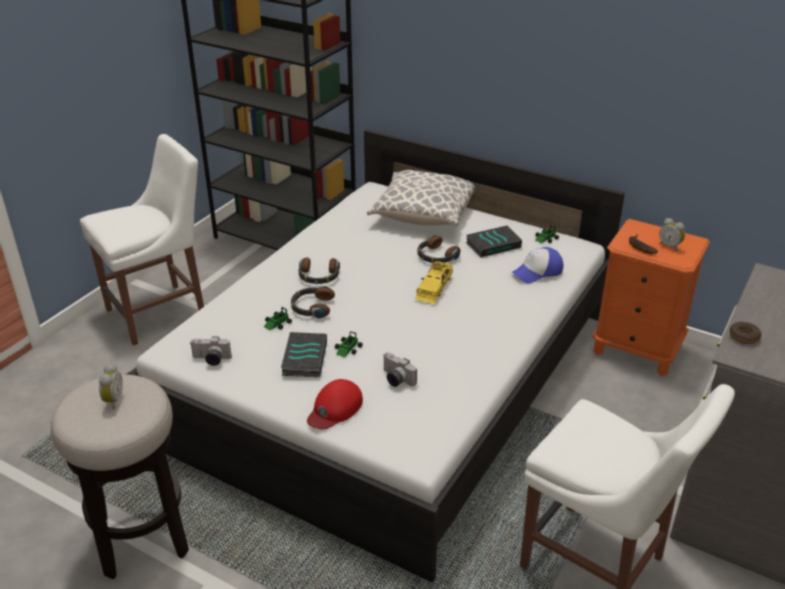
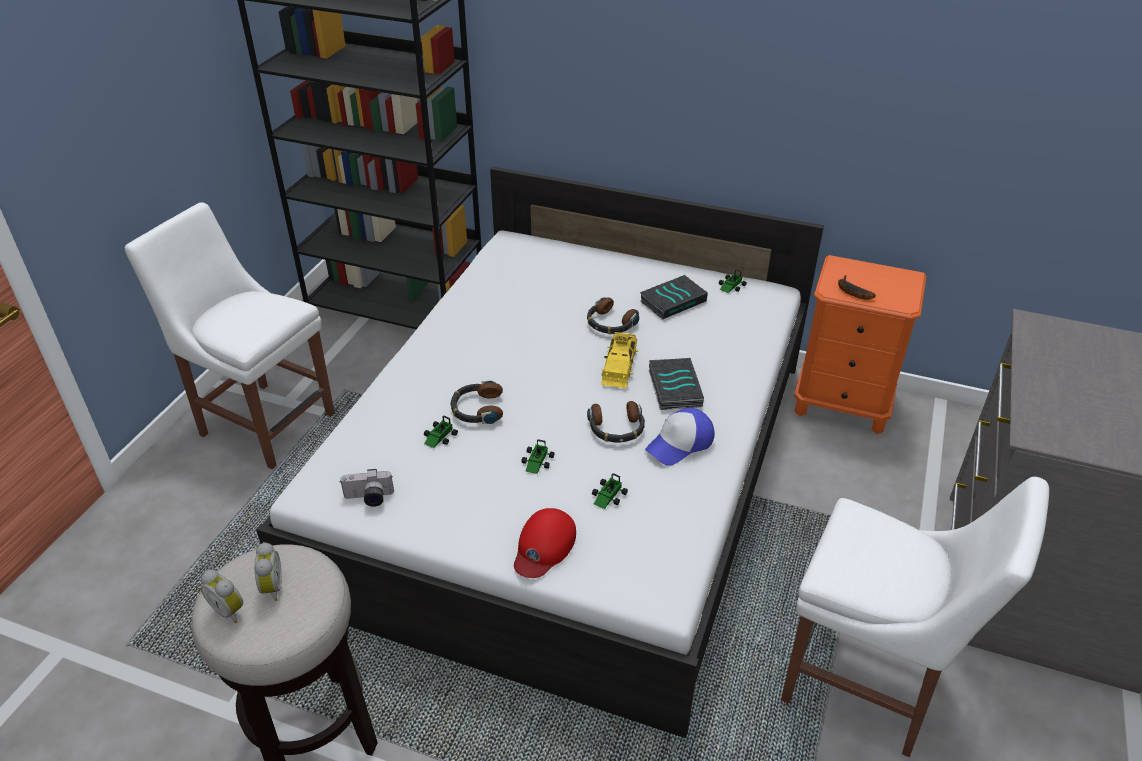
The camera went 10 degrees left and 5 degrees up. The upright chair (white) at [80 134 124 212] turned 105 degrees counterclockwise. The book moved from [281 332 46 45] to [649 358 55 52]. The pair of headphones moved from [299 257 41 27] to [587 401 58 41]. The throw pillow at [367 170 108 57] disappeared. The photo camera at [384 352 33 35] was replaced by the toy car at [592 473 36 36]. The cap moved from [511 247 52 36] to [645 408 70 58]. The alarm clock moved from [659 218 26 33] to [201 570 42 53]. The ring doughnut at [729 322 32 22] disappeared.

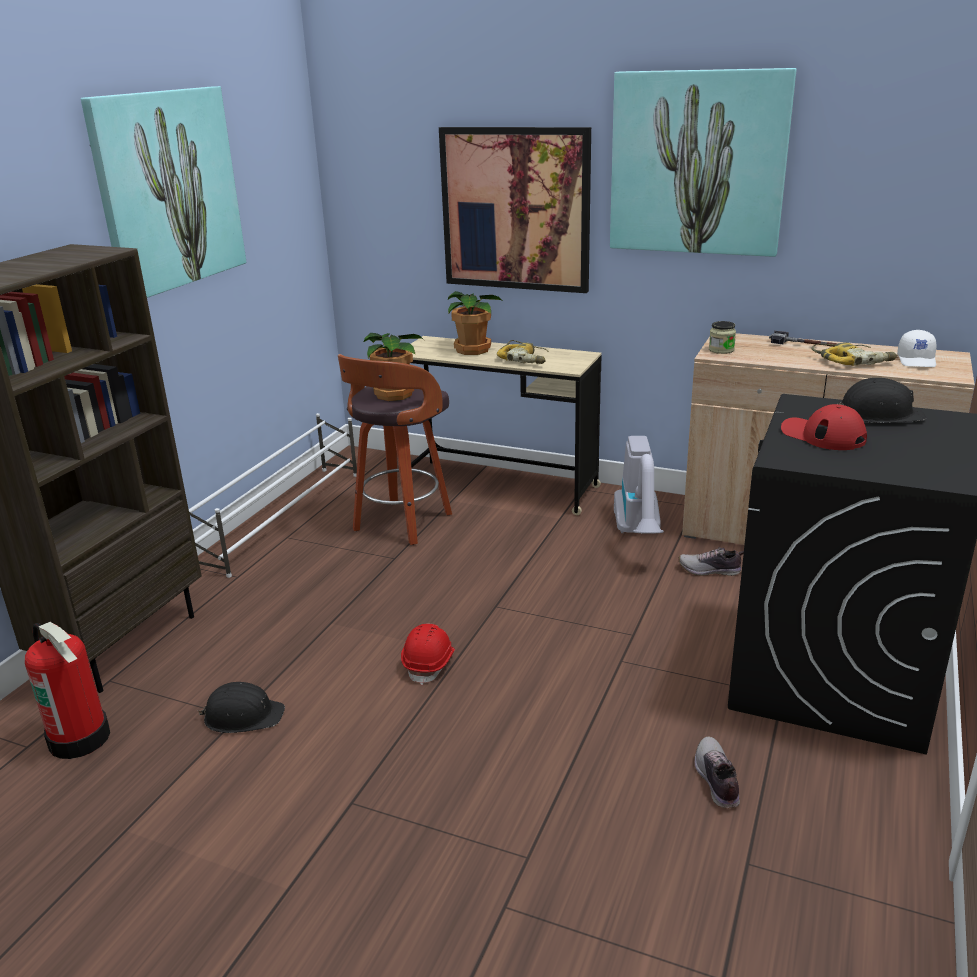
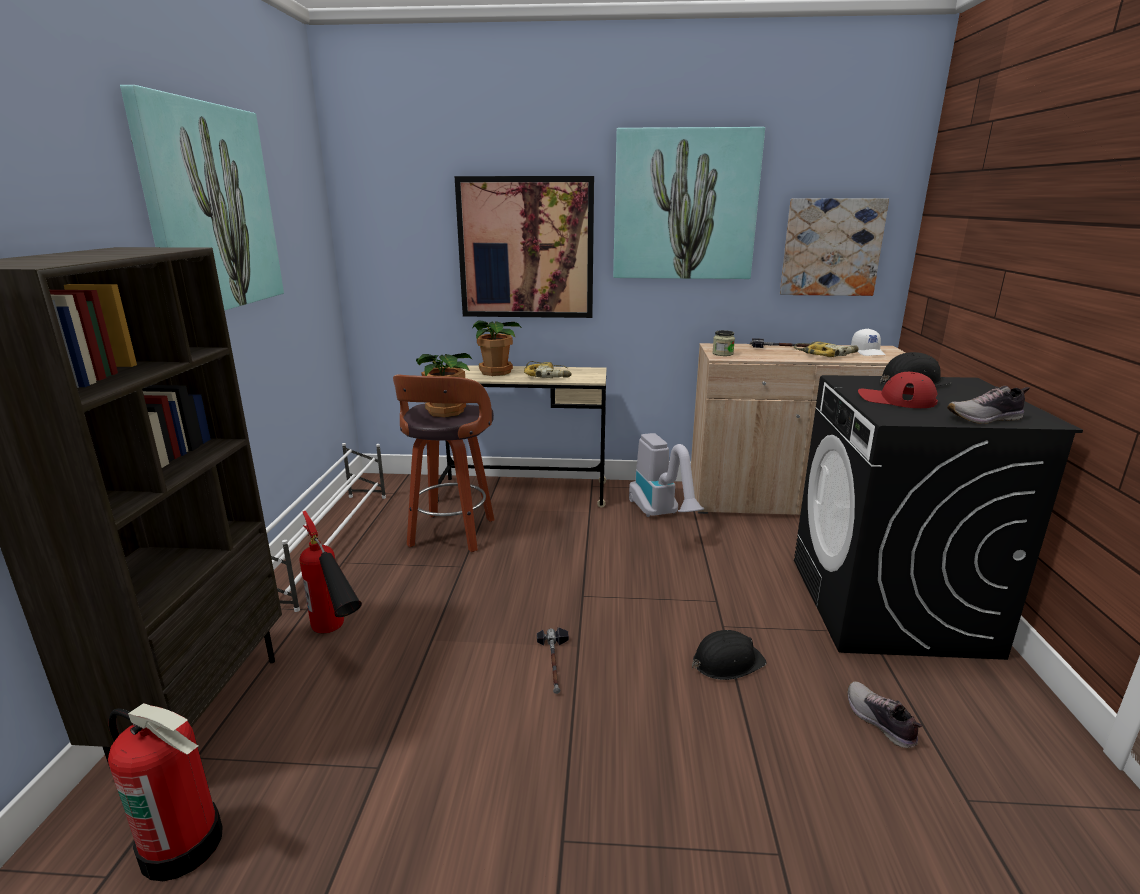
The camera went 20 degrees left and 5 degrees down. The safety helmet (black) moved from [198 682 87 51] to [692 630 74 50]. The safety helmet (red) at [401 624 54 61] was replaced by the hammer at [537 627 32 67]. The low shoe moved from [679 547 65 29] to [947 386 83 38]. The extinguisher at [300 511 62 122] appeared. The wall art at [780 199 109 97] appeared.

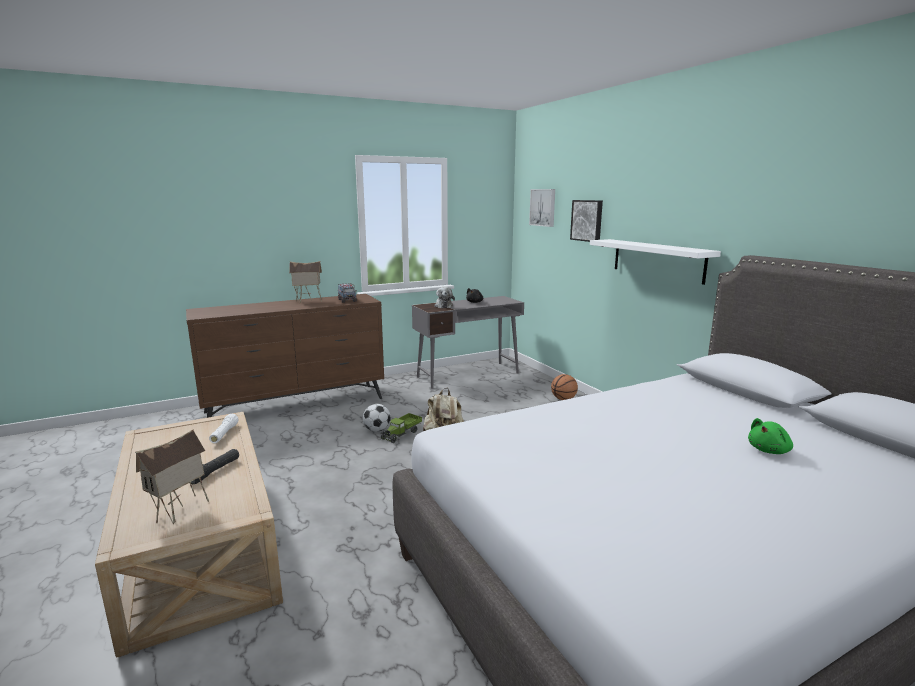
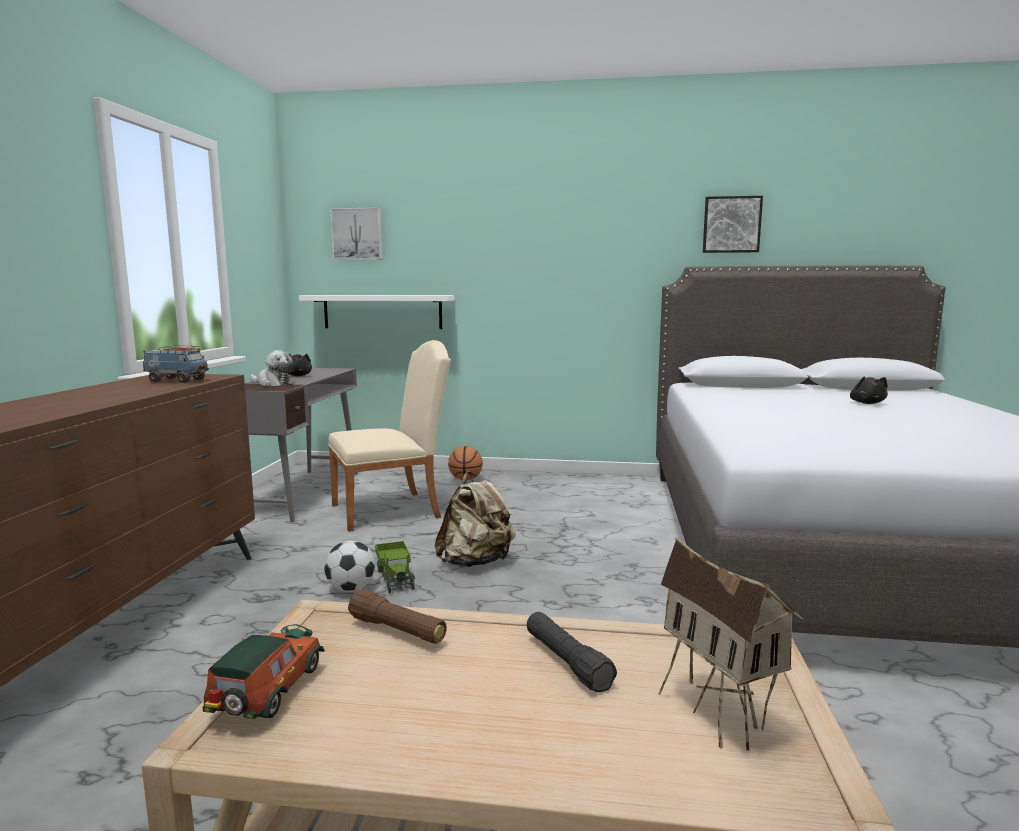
The camera went 55 degrees left and 5 degrees down. The hand torch (white) at [209 414 29 29] became the hand torch (brown) at [348 589 99 55]. The miniature house at [289 261 33 42] disappeared. The wall art moved from [570 200 33 42] to [703 196 60 57]. The wall shelf (white) moved from [590 239 131 46] to [299 295 155 34]. The plush toy (green) at [748 418 45 36] became the plush toy (black) at [850 376 38 28]. The toy car at [203 624 122 95] appeared. The upright chair (beige-coloured) at [328 340 123 192] appeared.

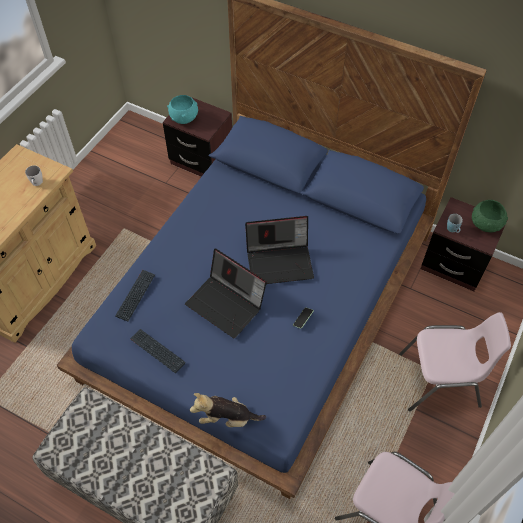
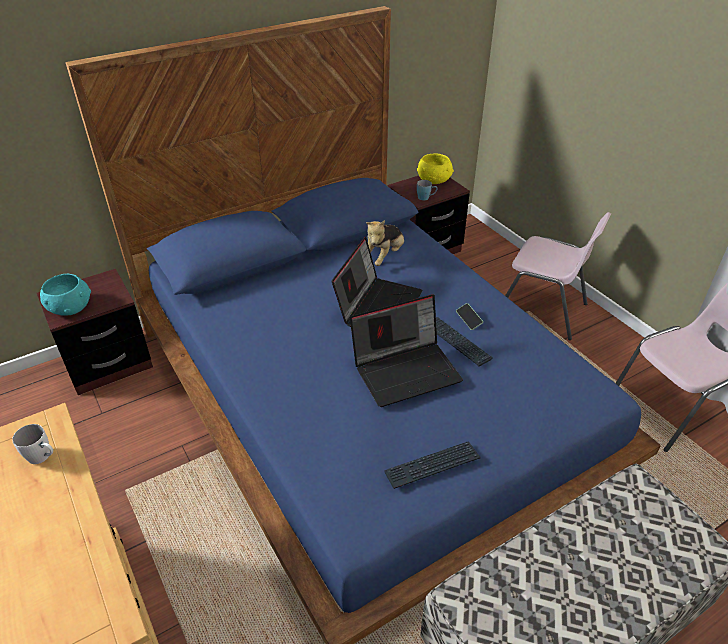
The camera went 60 degrees left and 15 degrees down. The computer keyboard moved from [115 270 40 51] to [436 317 57 49]. The plush toy moved from [190 393 76 34] to [366 220 38 46]. The upright chair (pinkish) at [399 312 112 100] turned 90 degrees clockwise. The bowl (green) at [472 200 36 32] became the bowl (yellow) at [417 153 37 31].

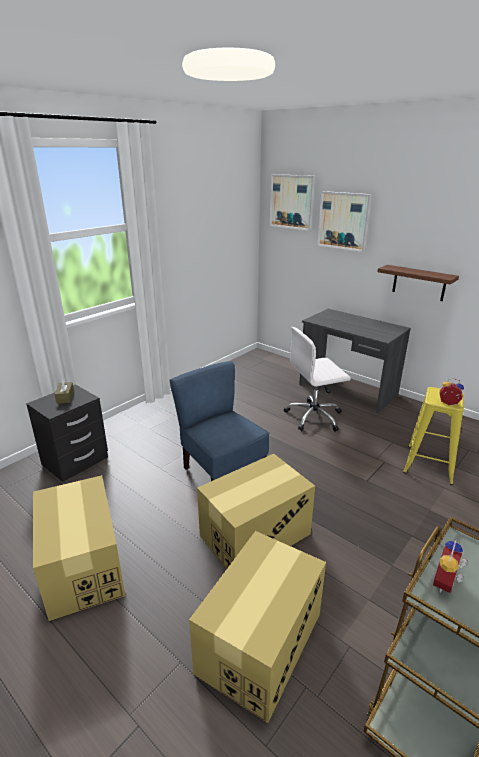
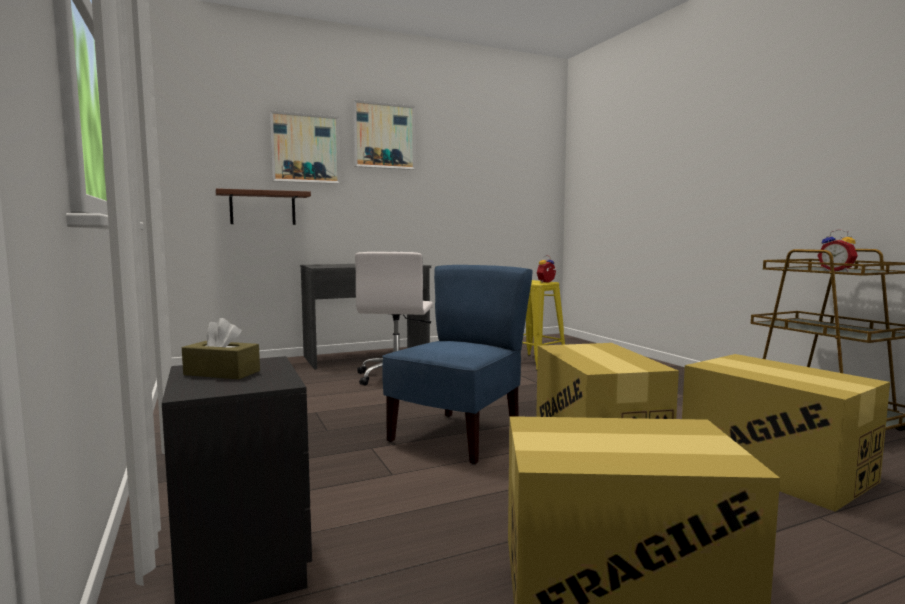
The camera went 65 degrees left and 20 degrees down. The upright chair (blue) at [170 361 99 120] turned 135 degrees clockwise. The wall art moved from [270 174 45 57] to [353 100 63 70]. The wall shelf (brown) moved from [377 265 82 36] to [216 188 95 37].

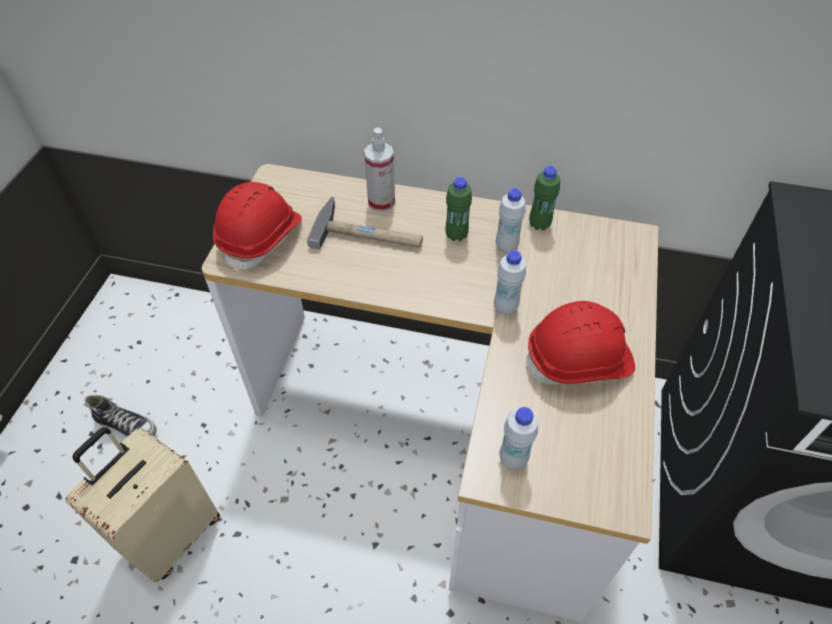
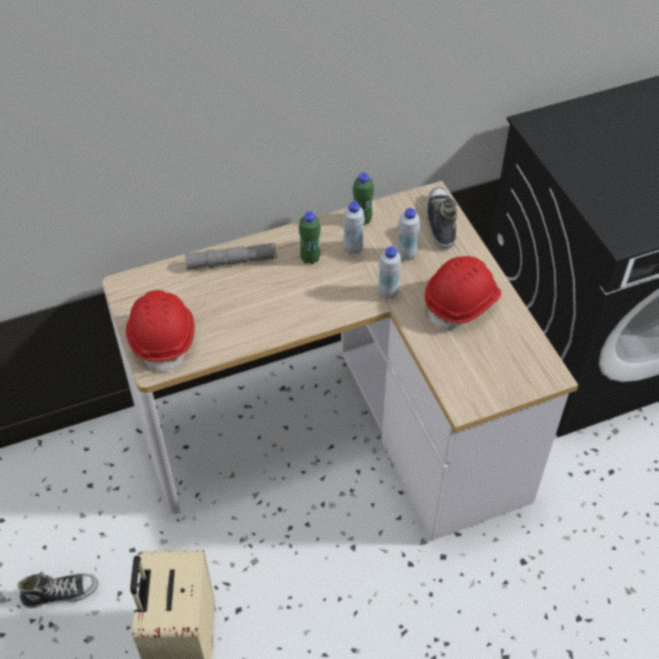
The camera went 35 degrees left and 0 degrees up. The hammer at [307 196 116 53] disappeared. The spray bottle at [364 128 31 84] was replaced by the hand torch (greyish) at [185 243 92 27]. The drink bottle (white) moved from [500 407 38 63] to [397 208 23 53]. The low shoe at [425 187 32 62] appeared.

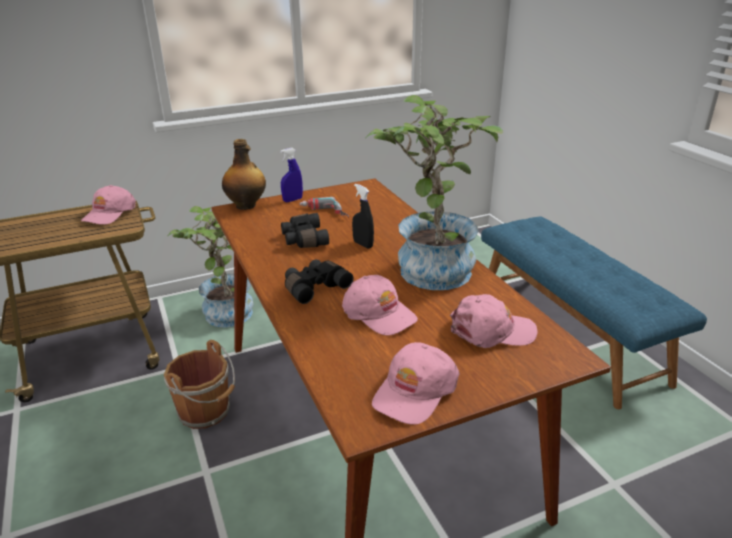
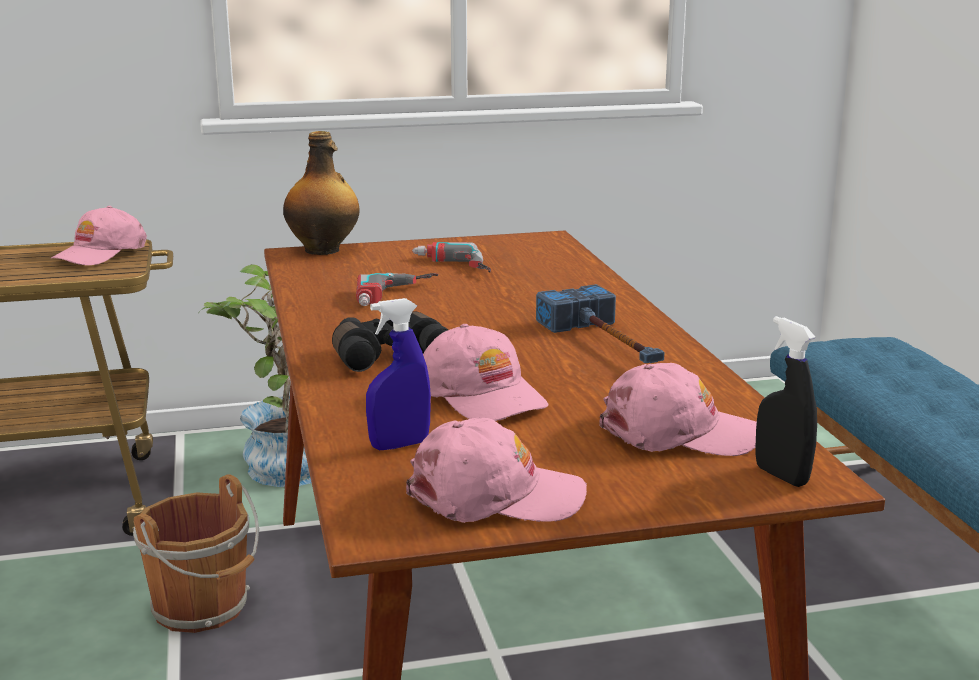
The camera went 10 degrees right and 10 degrees down. The spray bottle (blue) moved from [280 148 23 54] to [366 298 65 152]. The field glasses (black) at [281 213 48 35] was replaced by the drill at [356 273 82 33]. The spray bottle (black) moved from [352 184 22 65] to [755 316 62 171]. The potted plant at [366 95 137 195] was replaced by the hammer at [536 284 129 79]. The cap (pinkish) at [372 342 88 83] turned 135 degrees counterclockwise.

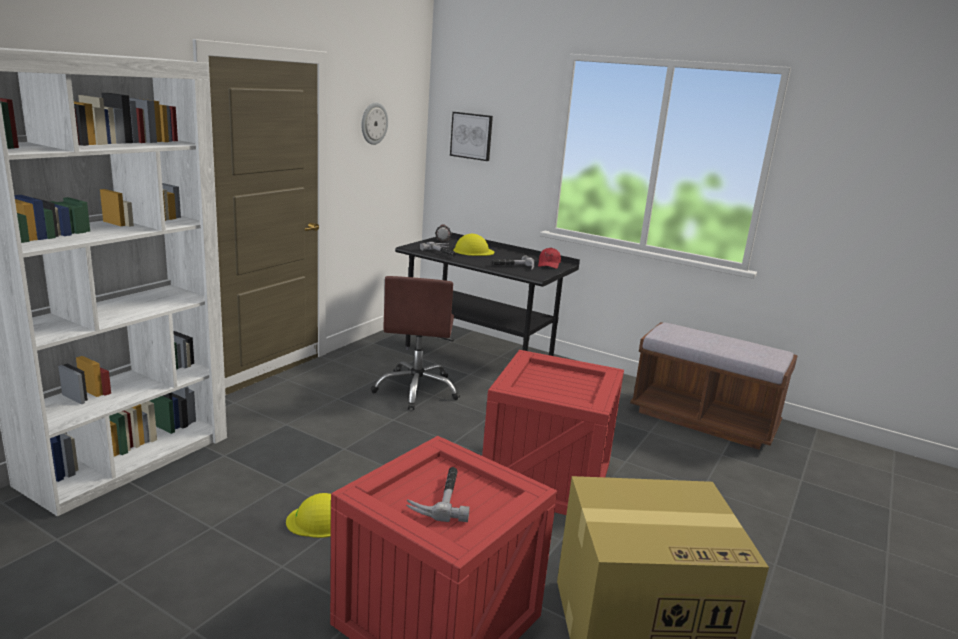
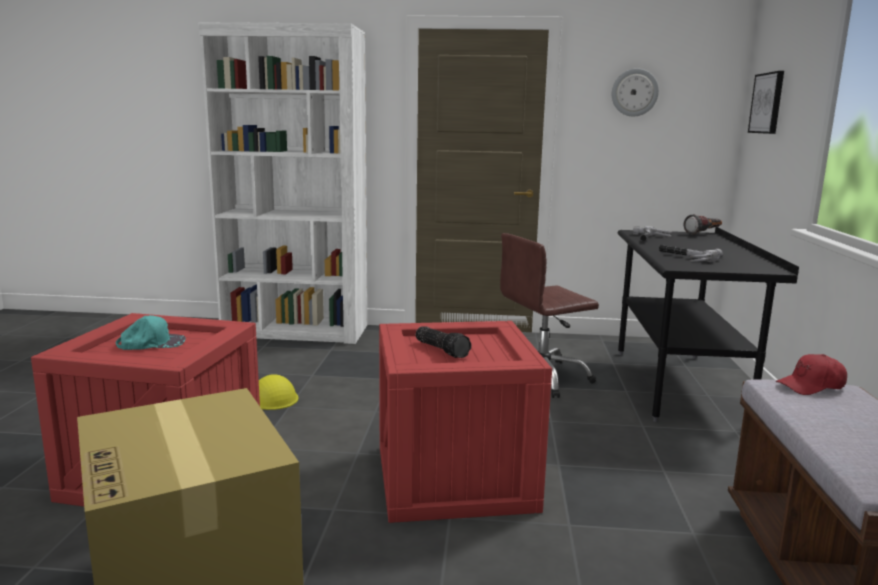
The camera went 65 degrees right and 5 degrees down. The hammer at [406 467 64 55] was replaced by the cap (blue-green) at [116 315 70 35]. The safety helmet (yellow) at [453 234 41 22] disappeared. The cap (red) moved from [538 248 23 21] to [776 354 71 41]. The hand torch at [416 326 55 32] appeared.

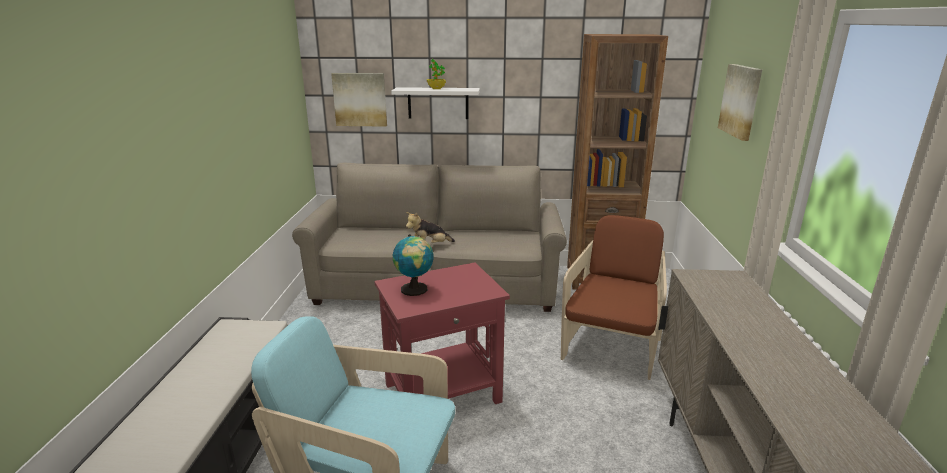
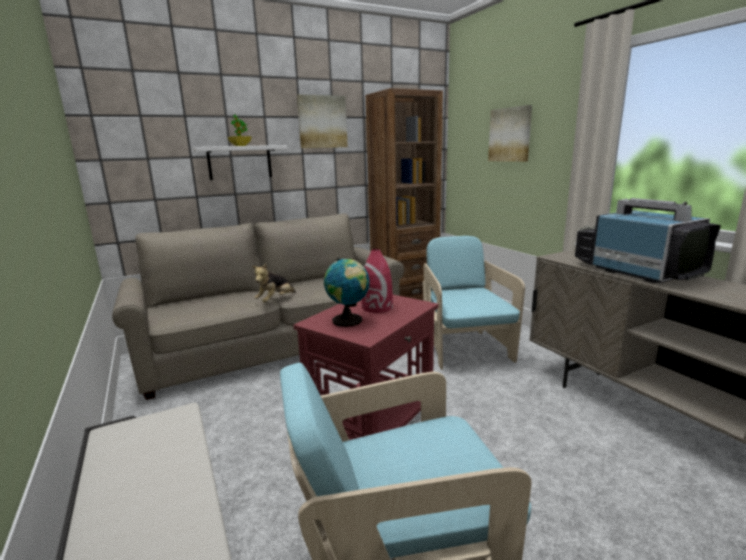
The camera went 30 degrees left and 5 degrees down. The wall art moved from [331 73 56 54] to [297 94 51 54]. The lounge chair (brown) at [561 215 106 165] became the lounge chair (blue-green) at [423 236 102 134]. The decorative vase (red) at [361 249 32 64] appeared. The television at [574 198 147 85] appeared.

